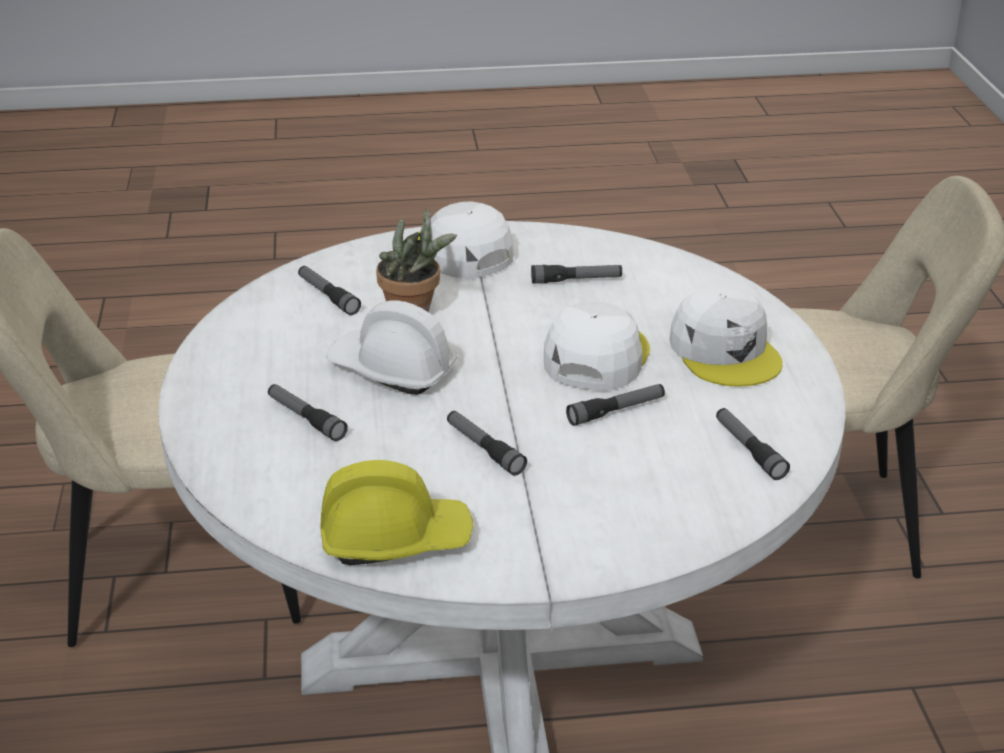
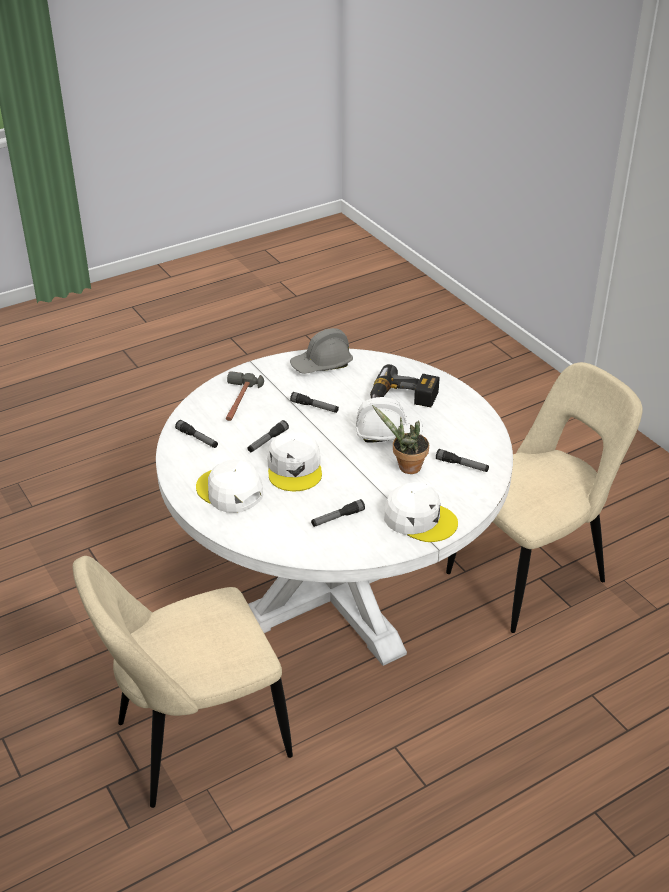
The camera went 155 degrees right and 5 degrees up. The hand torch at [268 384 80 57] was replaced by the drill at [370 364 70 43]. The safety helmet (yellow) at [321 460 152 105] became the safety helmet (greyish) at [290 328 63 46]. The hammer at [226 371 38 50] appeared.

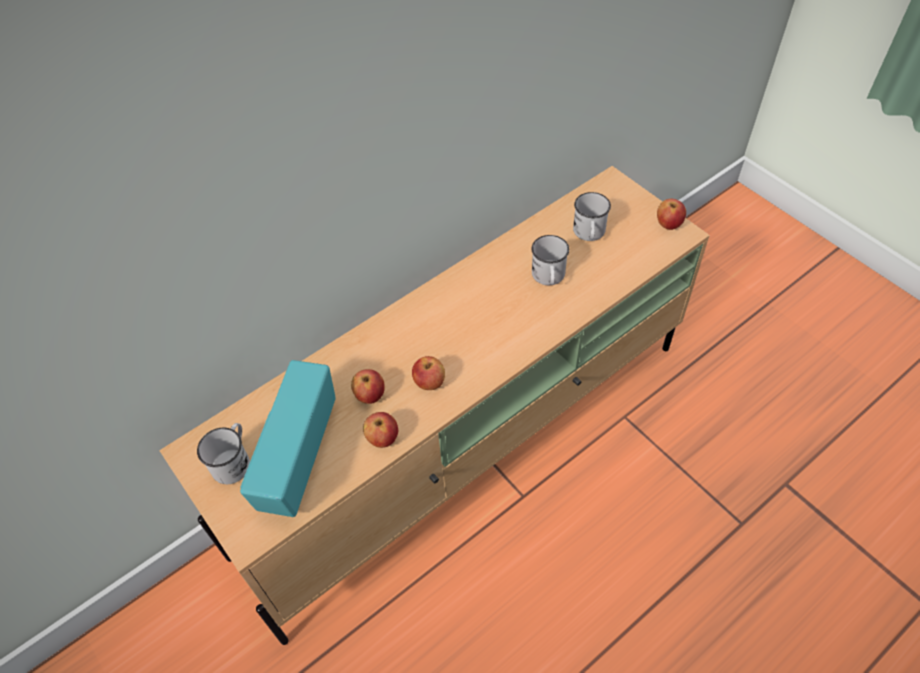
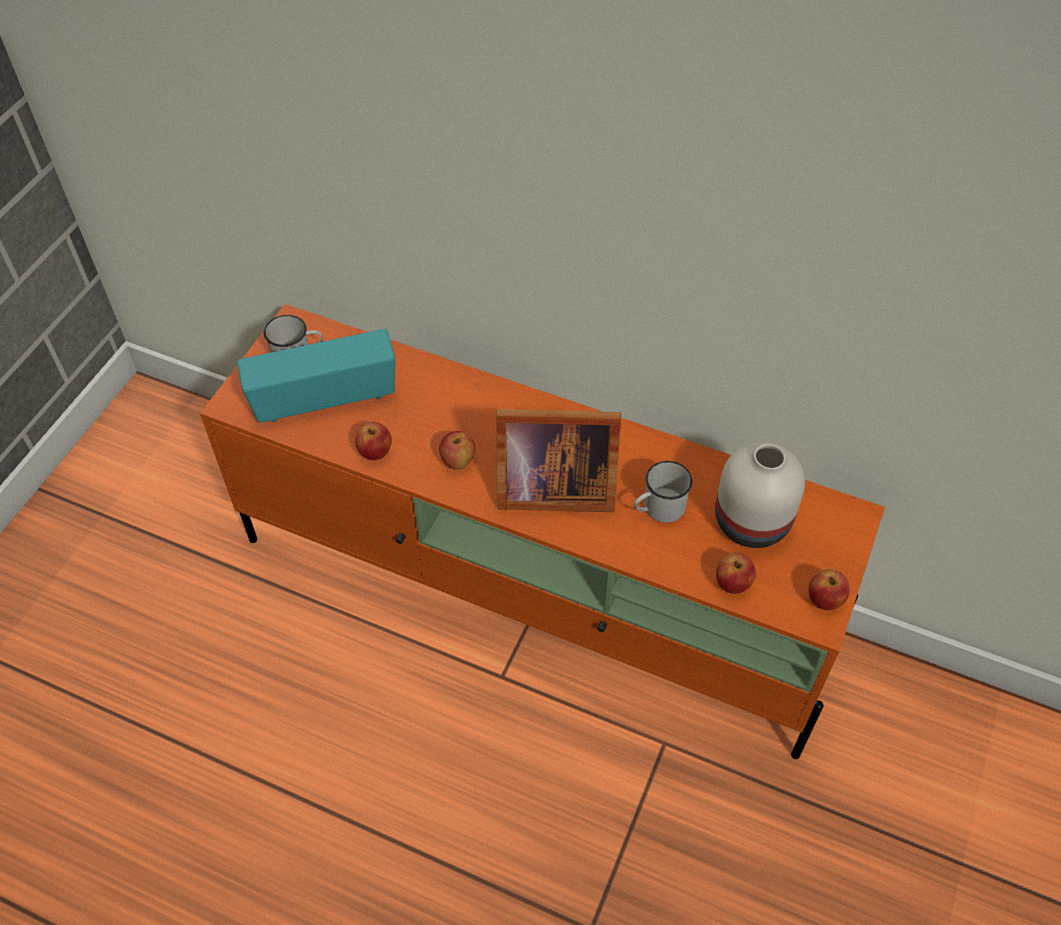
The camera went 60 degrees right and 0 degrees up. The tv stand (beige-coloured) at [159 166 551 479] became the tv stand (orange) at [200 304 685 455]. The apple fruit moved from [351 369 34 35] to [716 552 40 42]. The coffee mug (white) at [573 192 38 49] was replaced by the decorative vase (white) at [715 441 90 107]. The photo frame at [496 409 125 103] appeared.

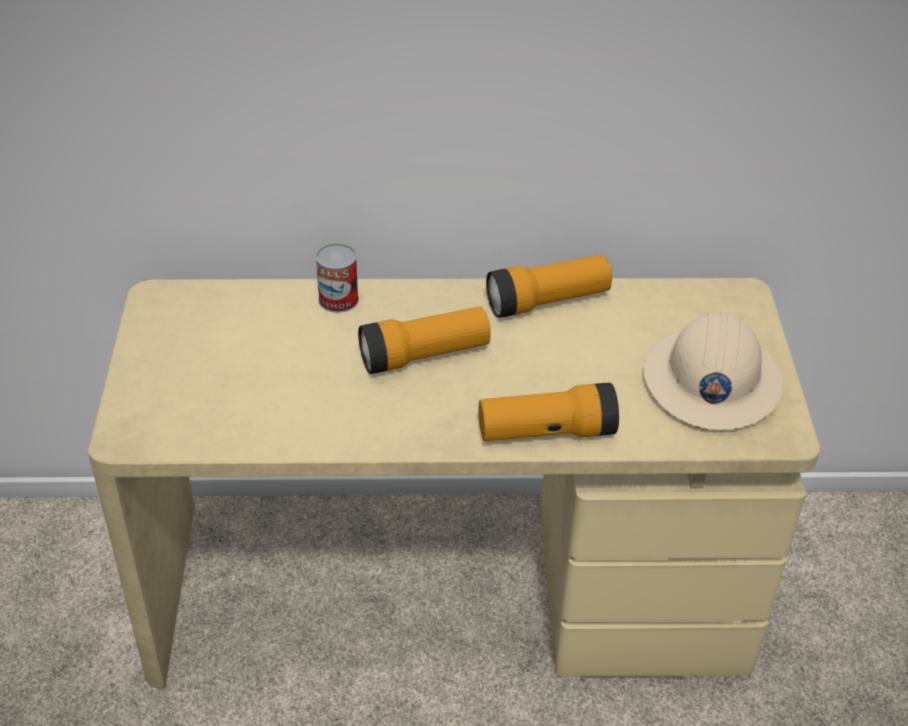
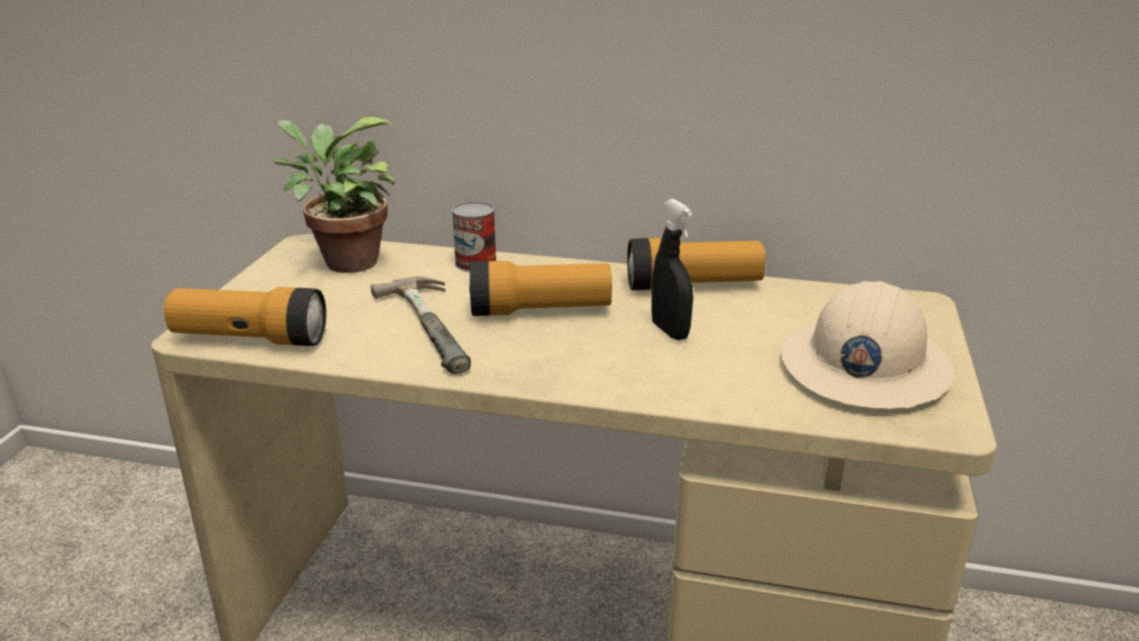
The camera went 15 degrees right and 15 degrees down. The hand torch moved from [478 383 141 58] to [164 287 162 59]. The potted plant at [273 116 122 157] appeared. The hammer at [371 276 100 98] appeared. The spray bottle (black) at [651 199 42 141] appeared.

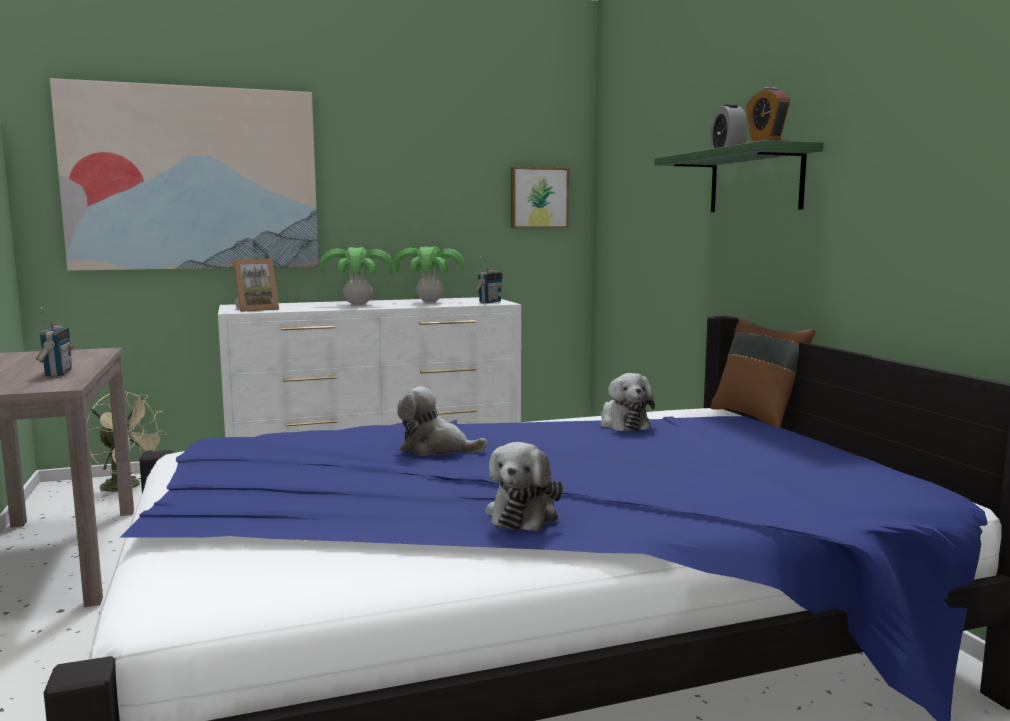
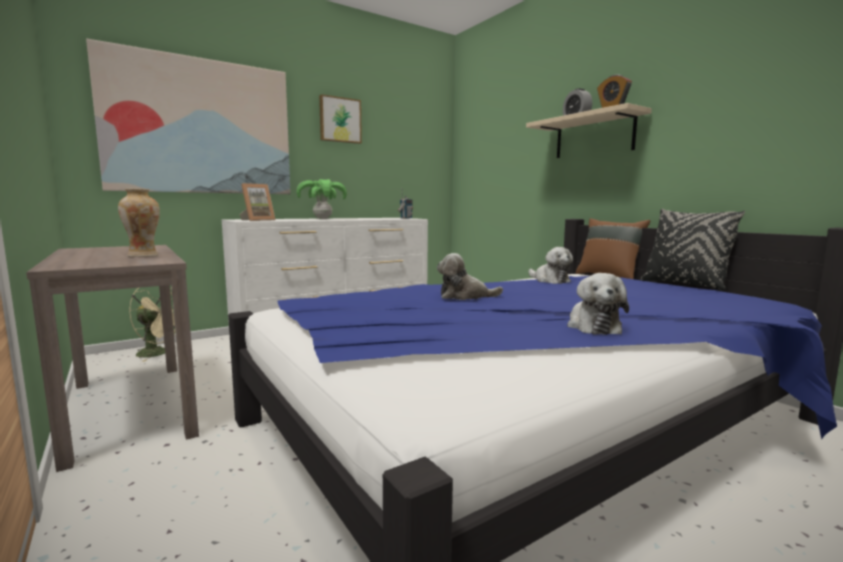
The camera went 15 degrees left and 0 degrees up. The radio set at [36 307 38 69] was replaced by the decorative vase at [118 189 42 68]. The potted plant at [394 246 70 56] disappeared. The wall art moved from [511 167 58 61] to [319 94 43 50]. The wall shelf (green) at [654 140 169 72] became the wall shelf (beige-coloured) at [526 103 126 55]. The throw pillow (black) at [640 209 105 82] appeared.

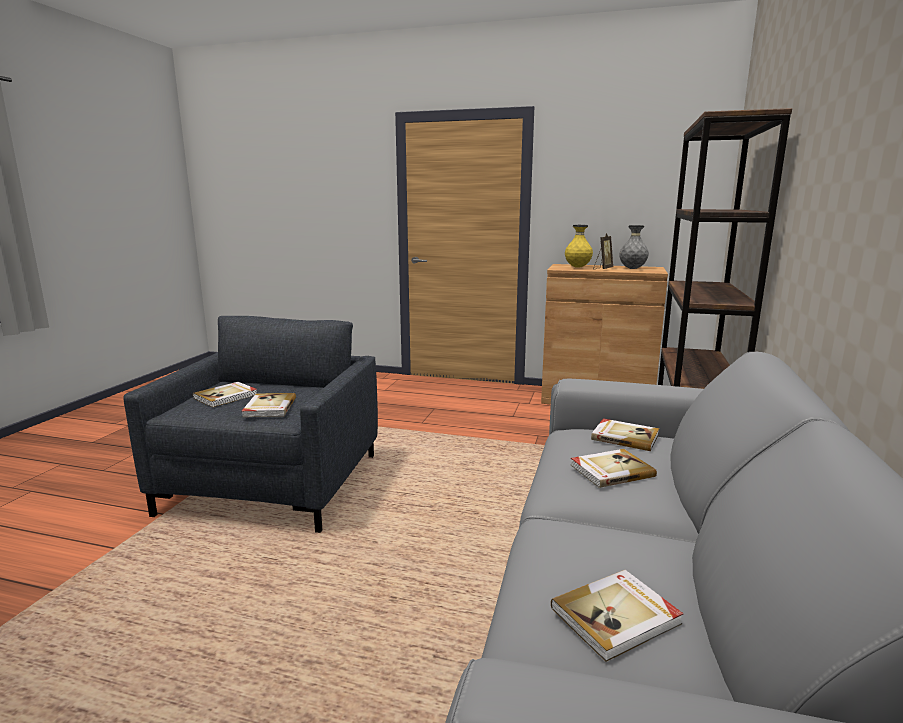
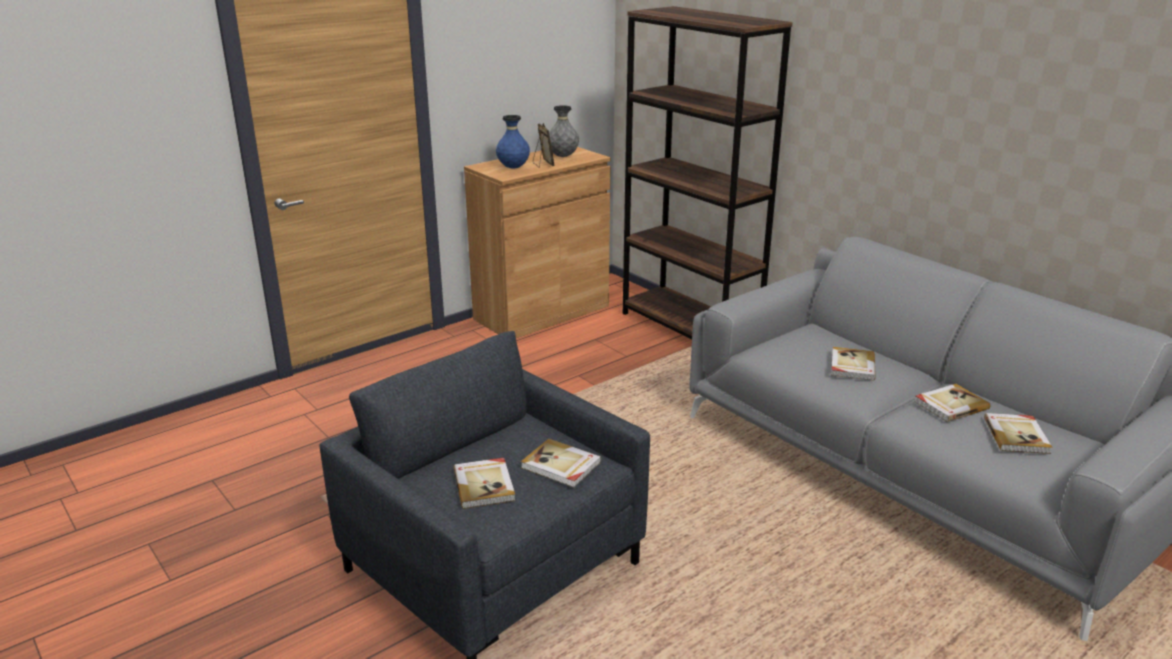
The camera went 55 degrees left and 10 degrees up. The decorative vase (yellow) at [565 225 28 43] became the decorative vase (blue) at [496 115 34 54]. The book moved from [591 418 68 33] to [914 384 76 38].

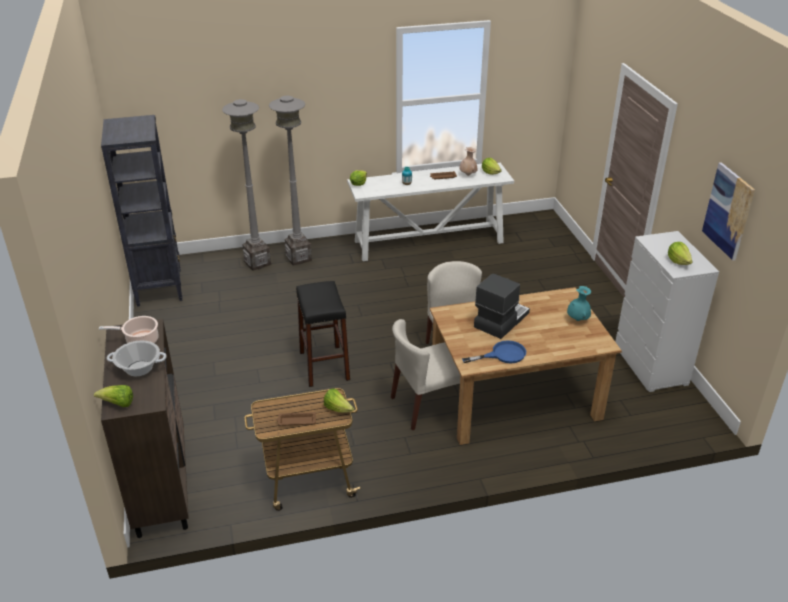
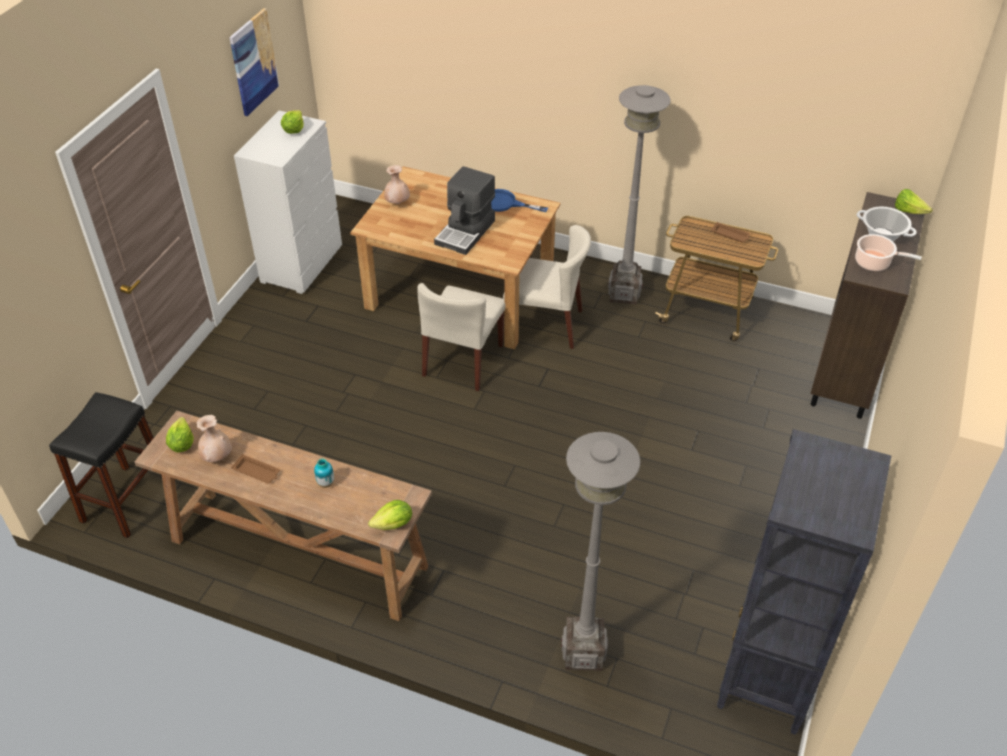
The camera went 145 degrees left and 10 degrees up. The standard lamp (greyish) moved from [269 96 43 170] to [608 85 63 220]. The stool seat (black) moved from [296 281 54 106] to [49 392 113 146]. The head of lettuce at [324 388 30 25] disappeared. The console table (white) at [347 163 167 98] became the console table (brown) at [135 411 297 210]. The coffee maker at [474 274 56 65] turned 45 degrees counterclockwise. The decorative vase (blue-green) at [567 286 24 35] became the decorative vase (beige-coloured) at [384 165 26 39].

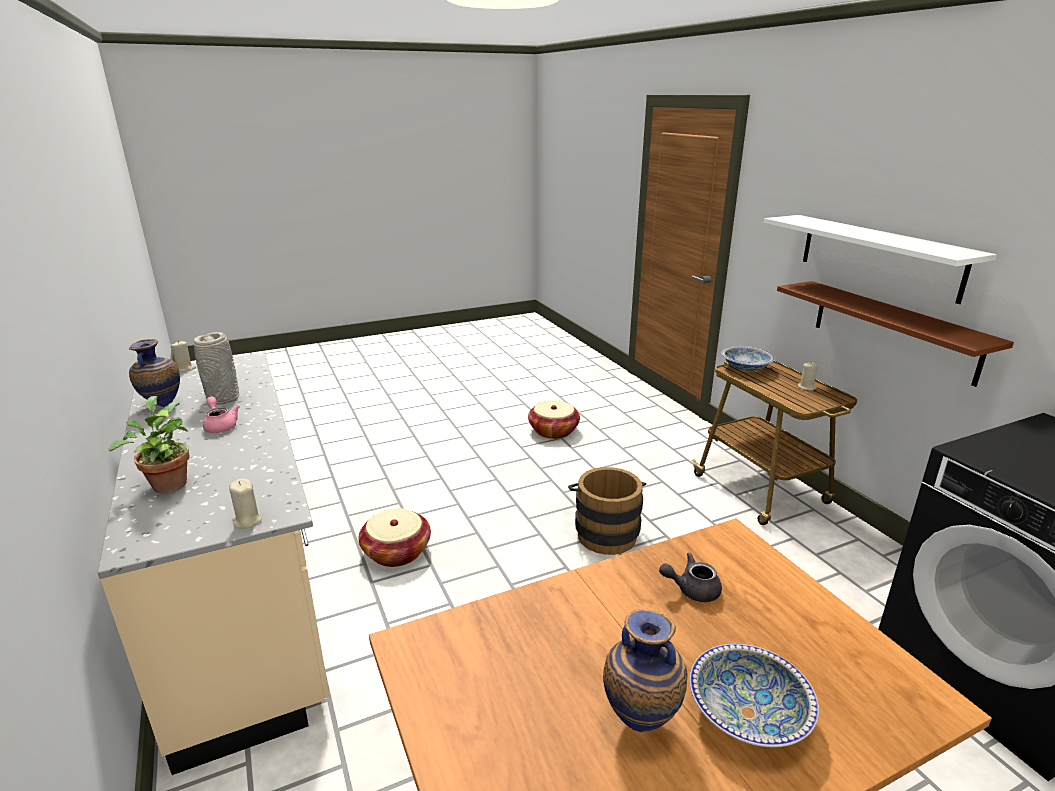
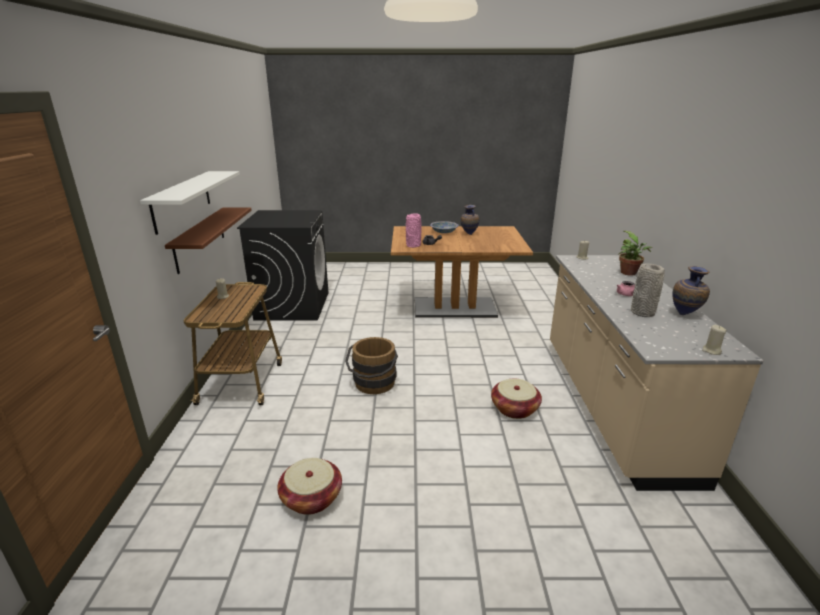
The camera went 155 degrees left and 0 degrees up. The bowl at [721 346 54 25] disappeared. The decorative vase (pinkish) at [406 213 15 35] appeared.

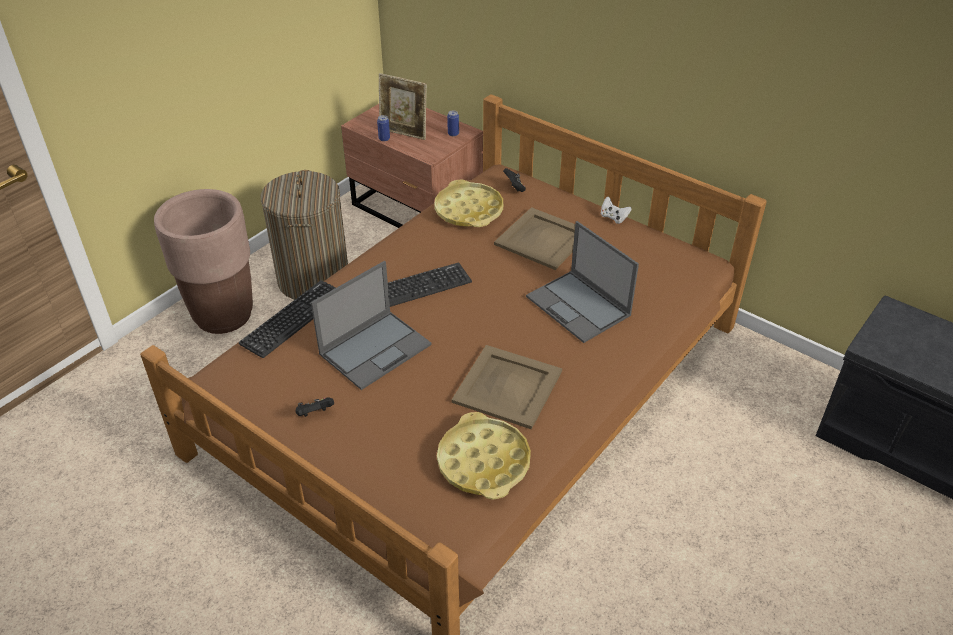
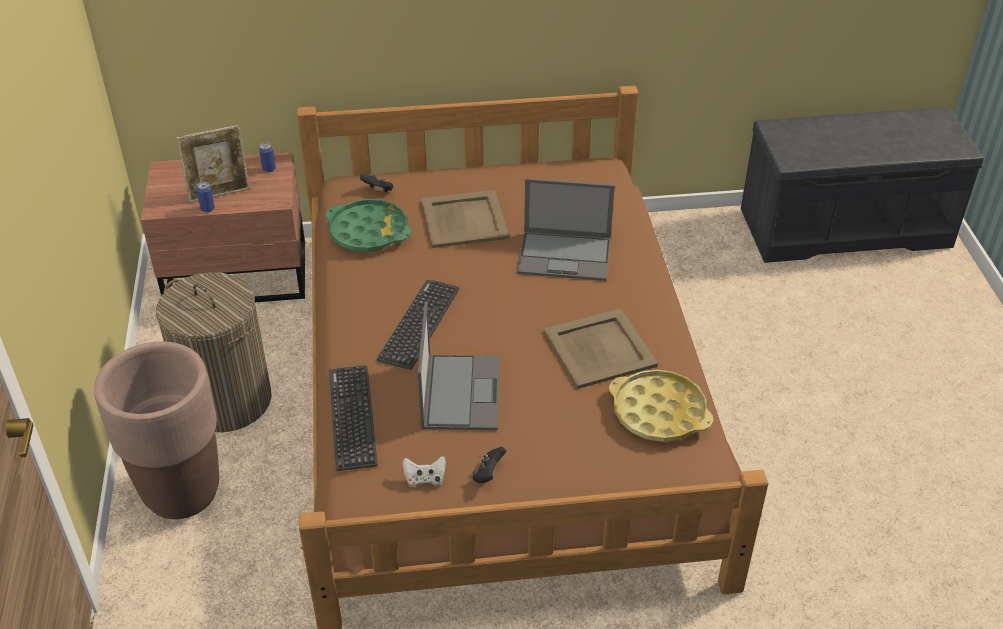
The camera went 45 degrees left and 0 degrees up. The serving tray (yellow) at [434 179 69 48] became the serving tray (green) at [326 199 85 53]. The game controller (white) moved from [601 197 31 27] to [403 456 43 31].

